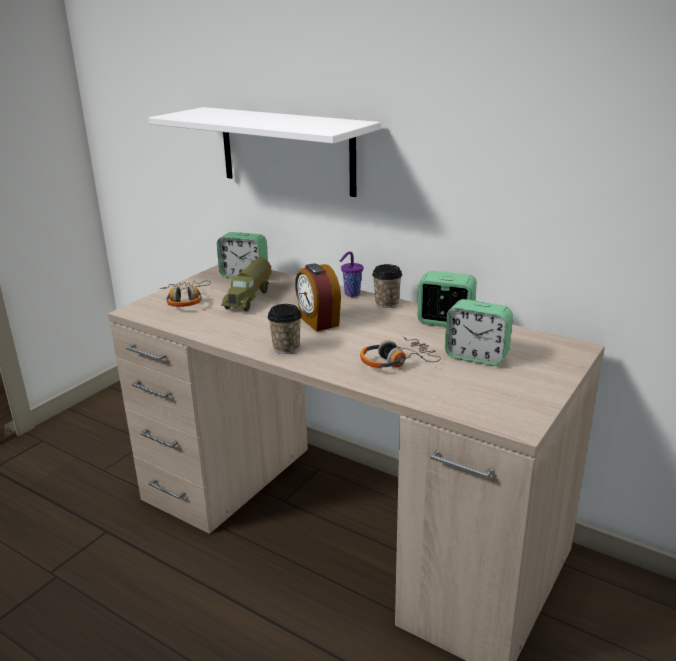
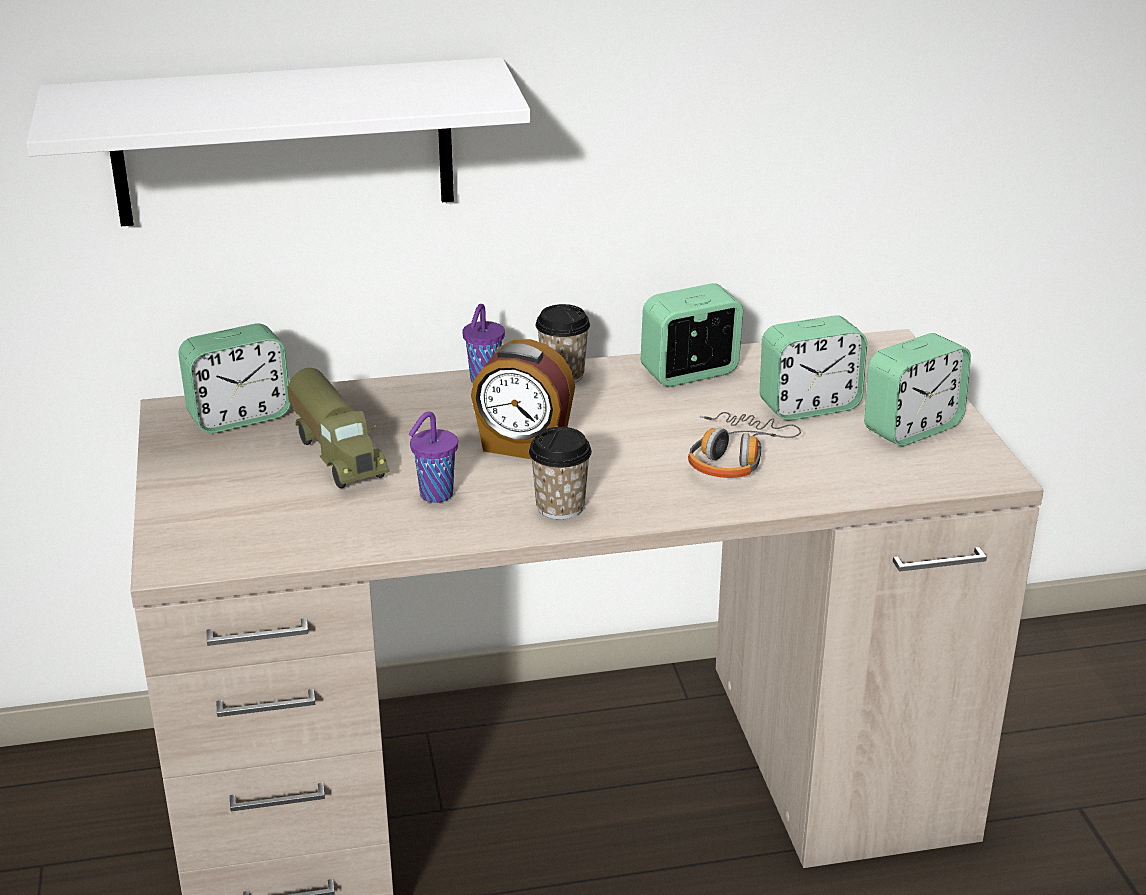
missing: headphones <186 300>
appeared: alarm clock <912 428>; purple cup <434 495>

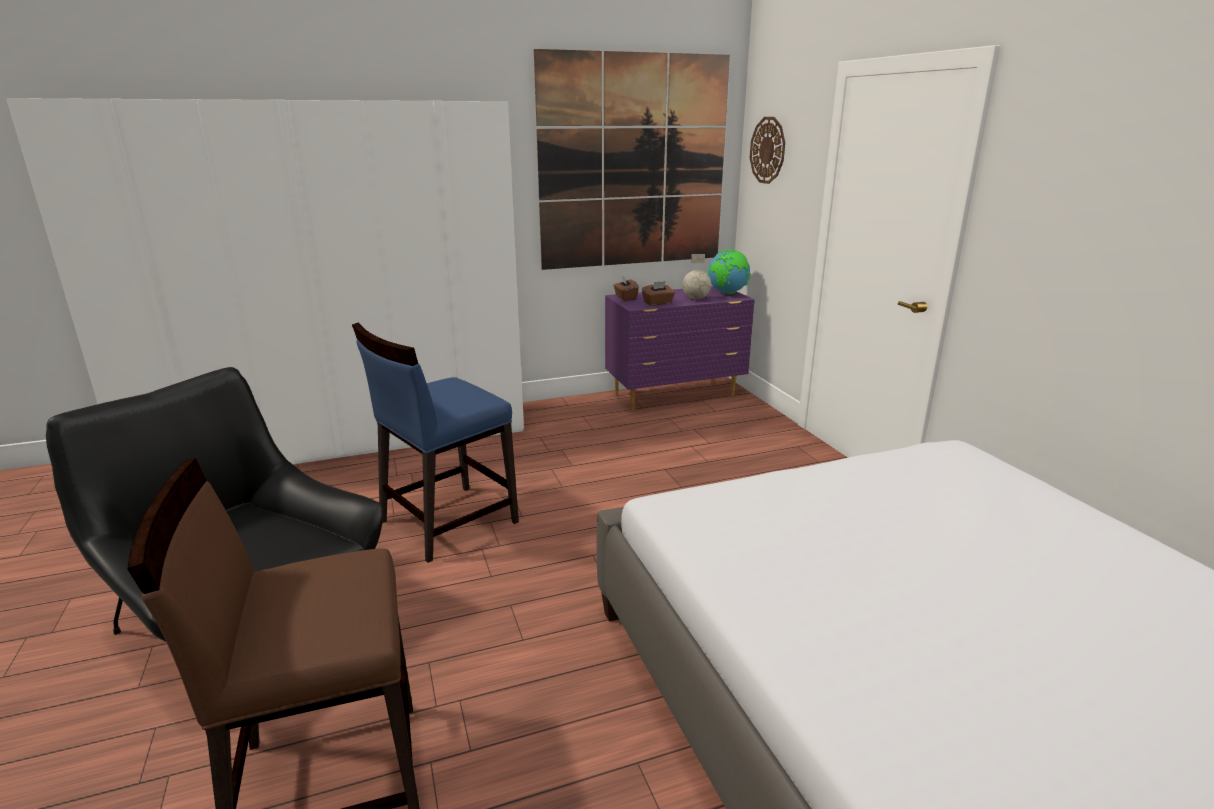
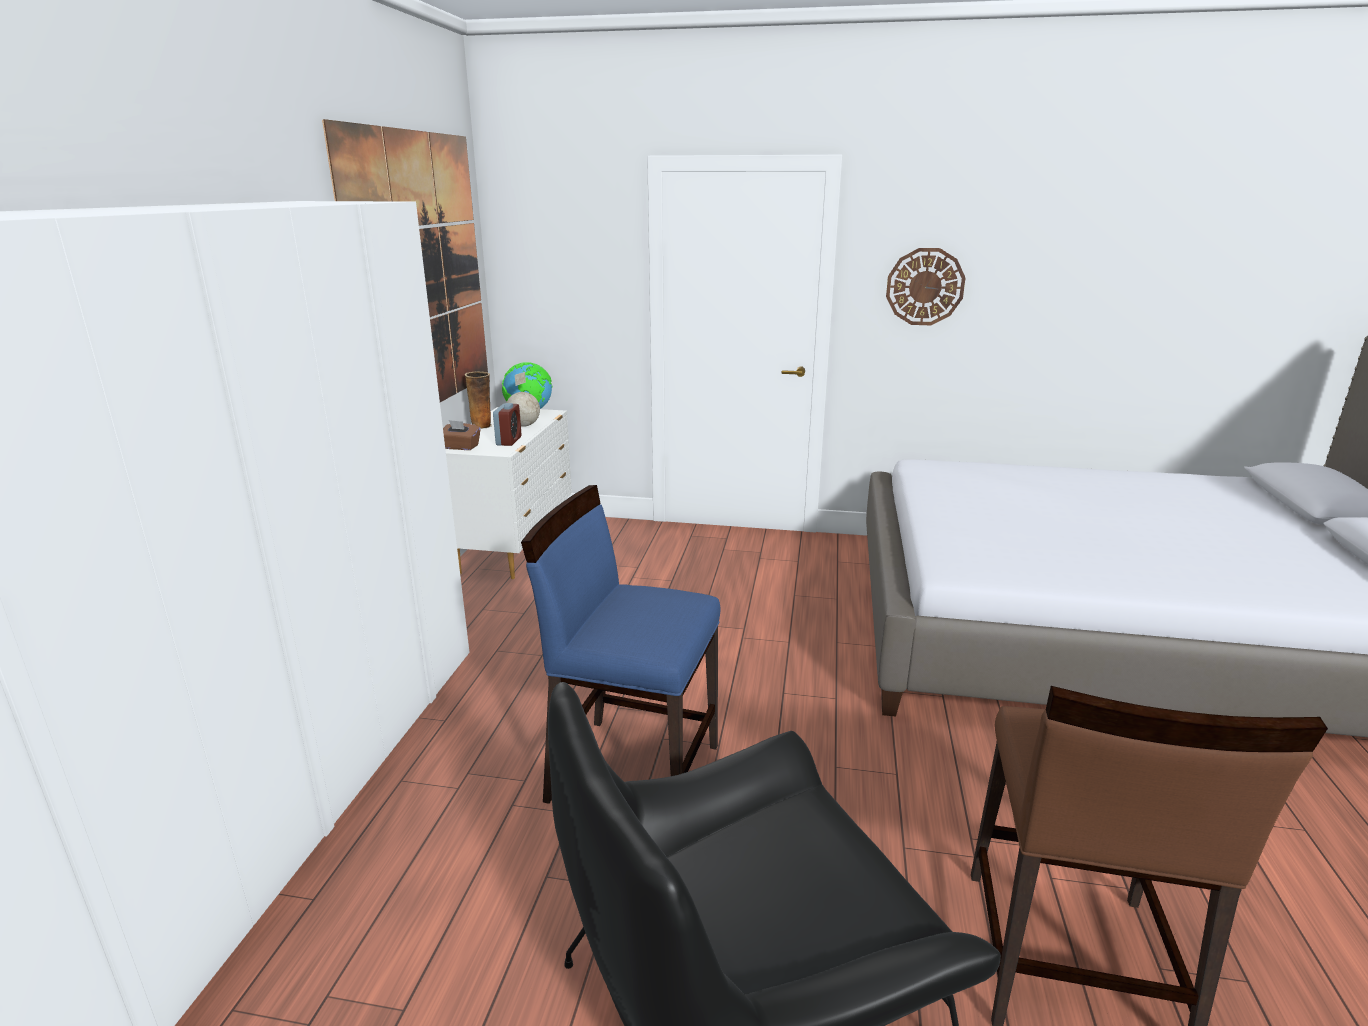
appeared: vase <482 426>
relocated: wall clock <768 150> to <925 287>
exchanged: brown tissue box <658 303> to alarm clock <509 441>
colour: purple dresser <676 396> to white dresser <514 546>
spun: blue chair <447 522> = <632 771> 120 degrees clockwise

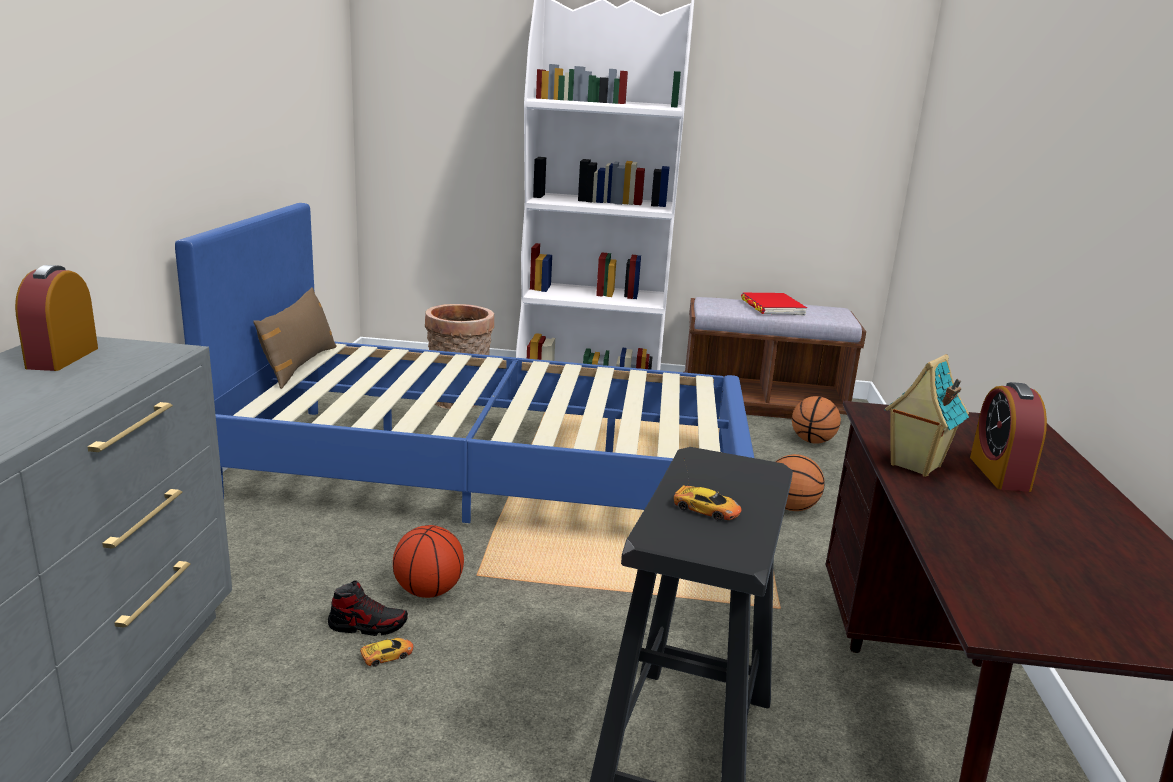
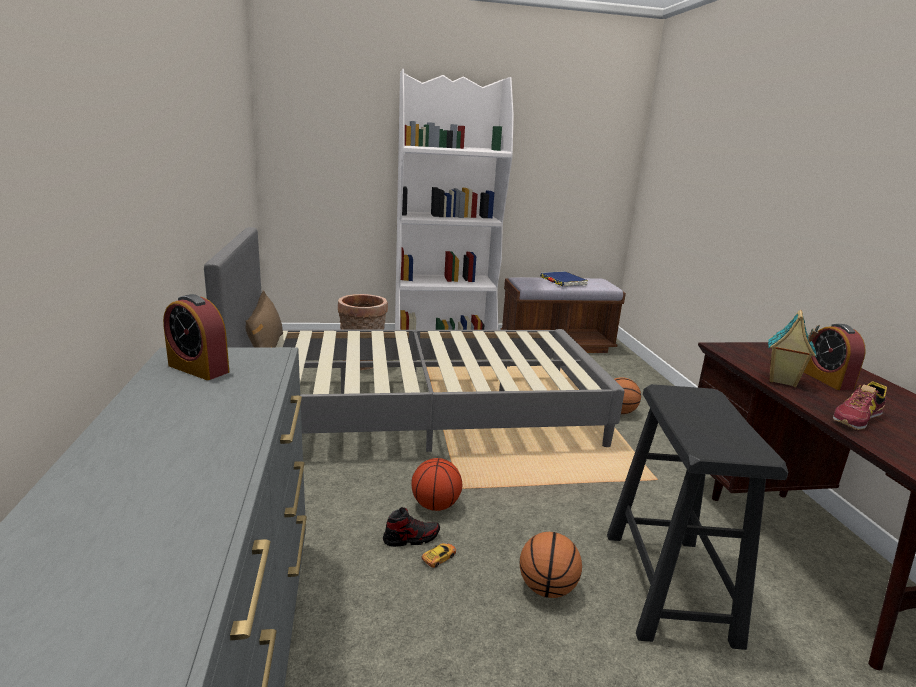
missing: toy car <706 509>
appeared: shoe <857 418>
relocated: basketball <812 441> to <547 588>
colour: blue bed <492 472> to grey bed <420 413>; red book <772 307> to blue book <563 281>
spun: alarm clock <63 358> = <198 369> 45 degrees counterclockwise

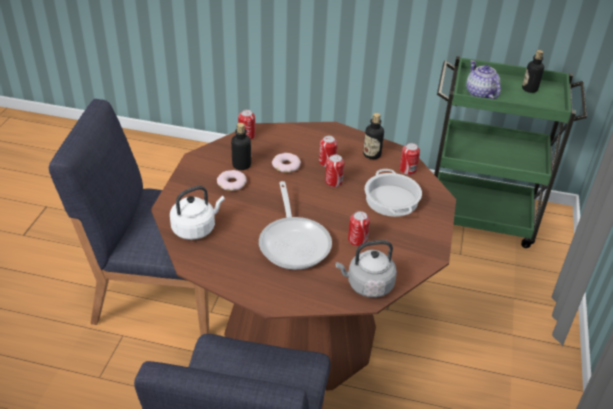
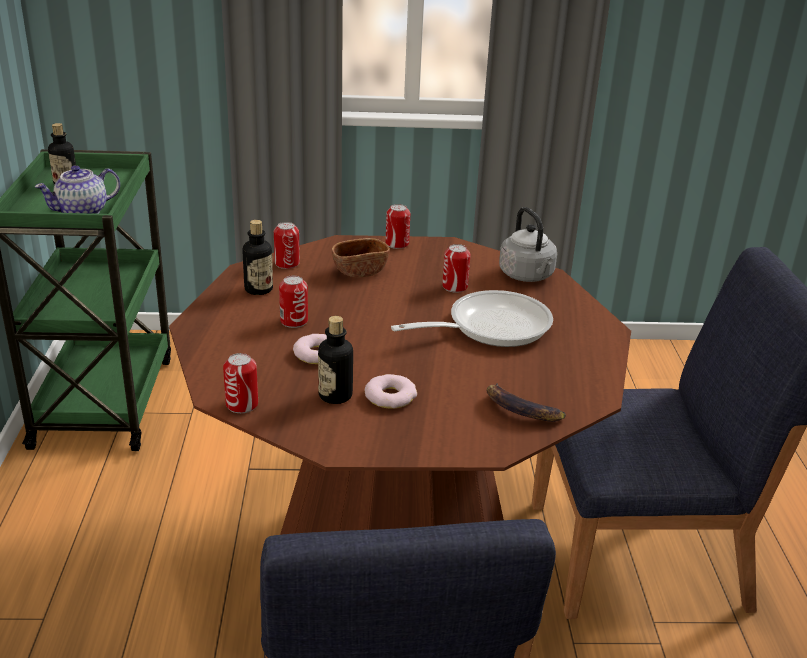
relocated: can <333 182> to <397 244>
exchanged: cooking pot <391 199> to brown bowl <360 271>; white kettle <196 228> to banana <520 409>

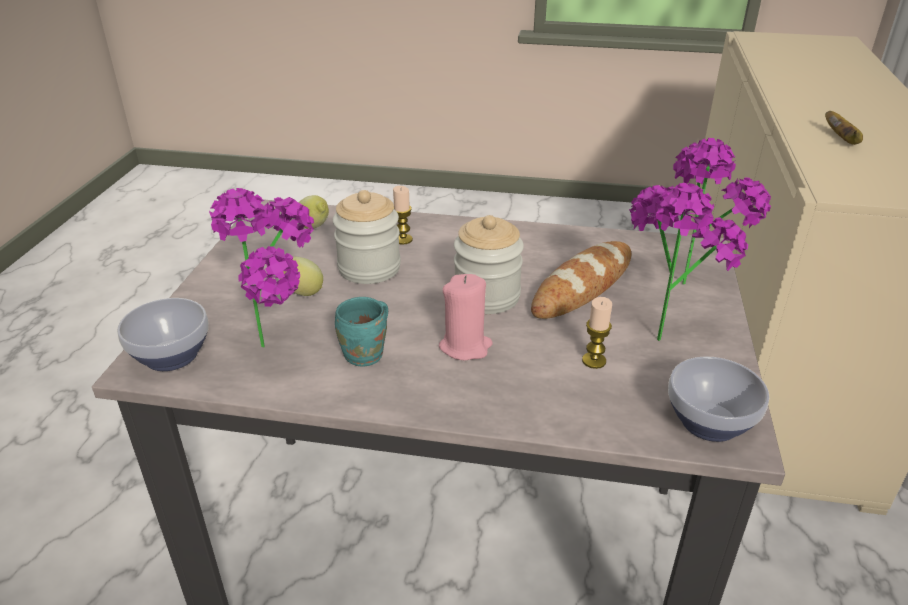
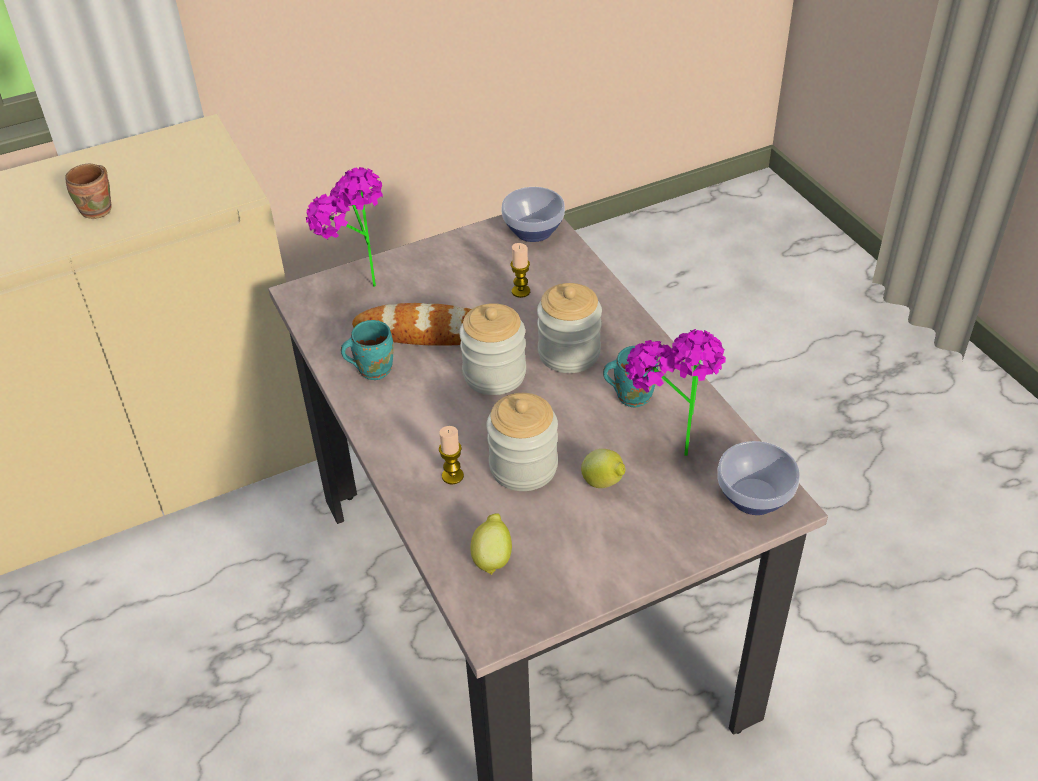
missing: potted plant <662 328>
appeared: turquoise mug <372 368>
exchanged: banana <842 139> to brown mug <99 209>; pink candle <465 346> to jar <569 353>

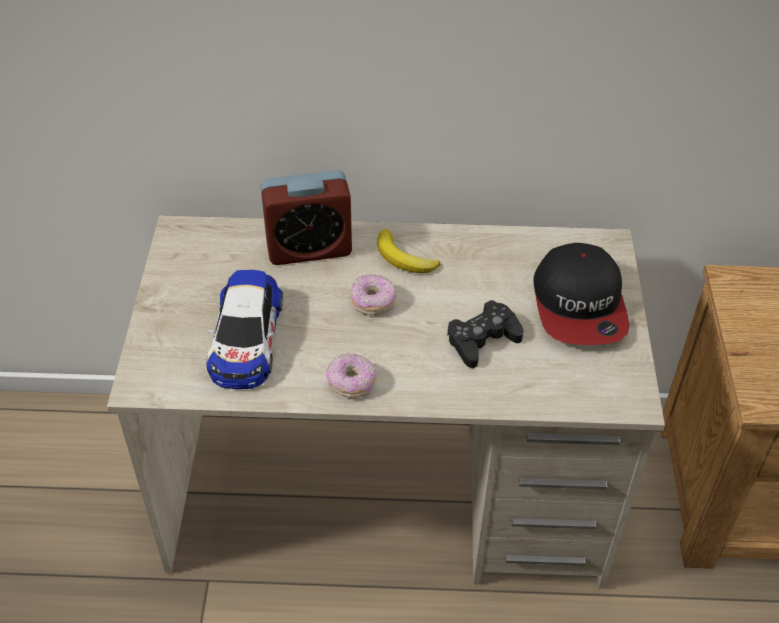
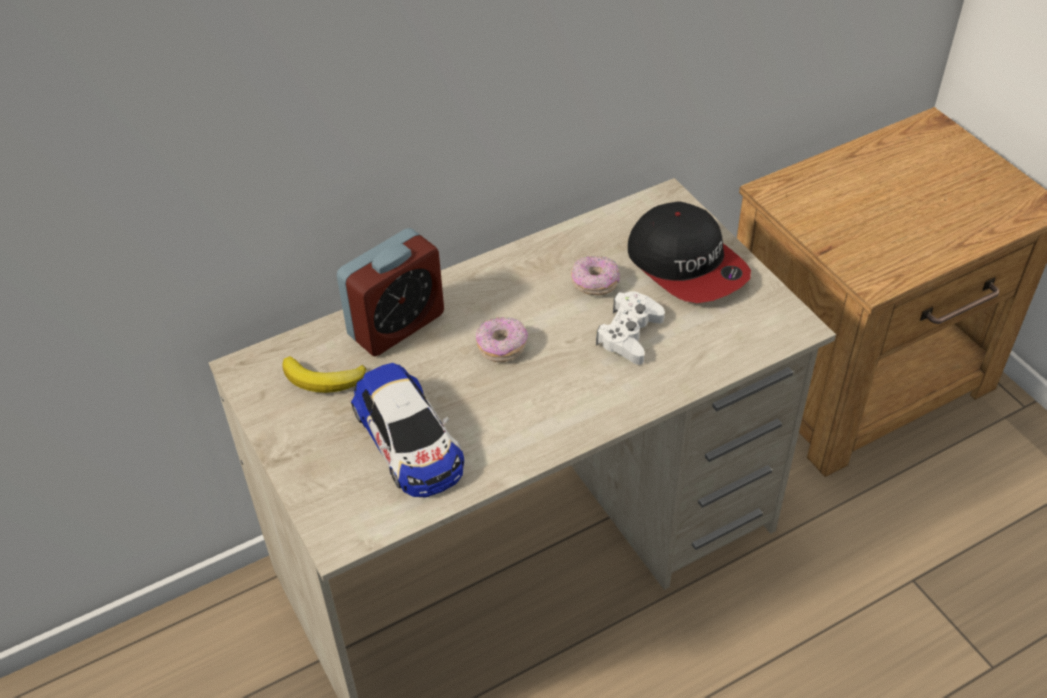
relocated: banana <404 258> to <323 379>; donut <351 383> to <594 284>
colour: black game controller <482 340> to white game controller <629 334>

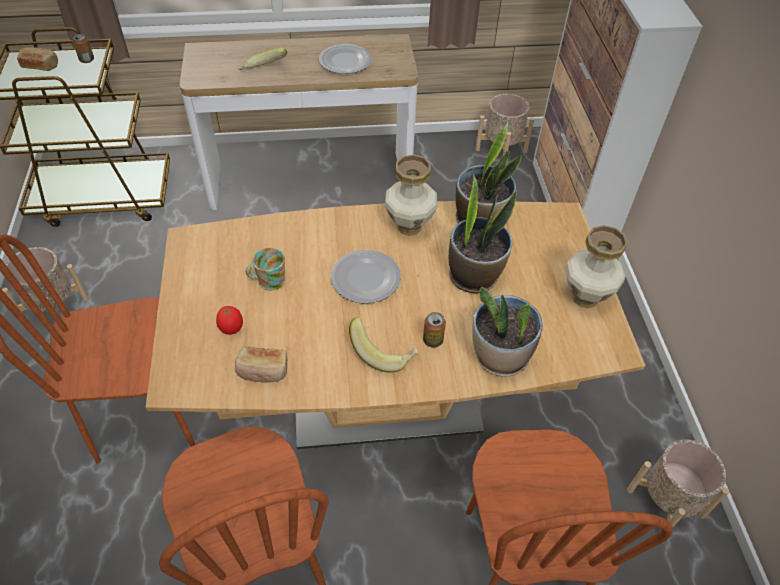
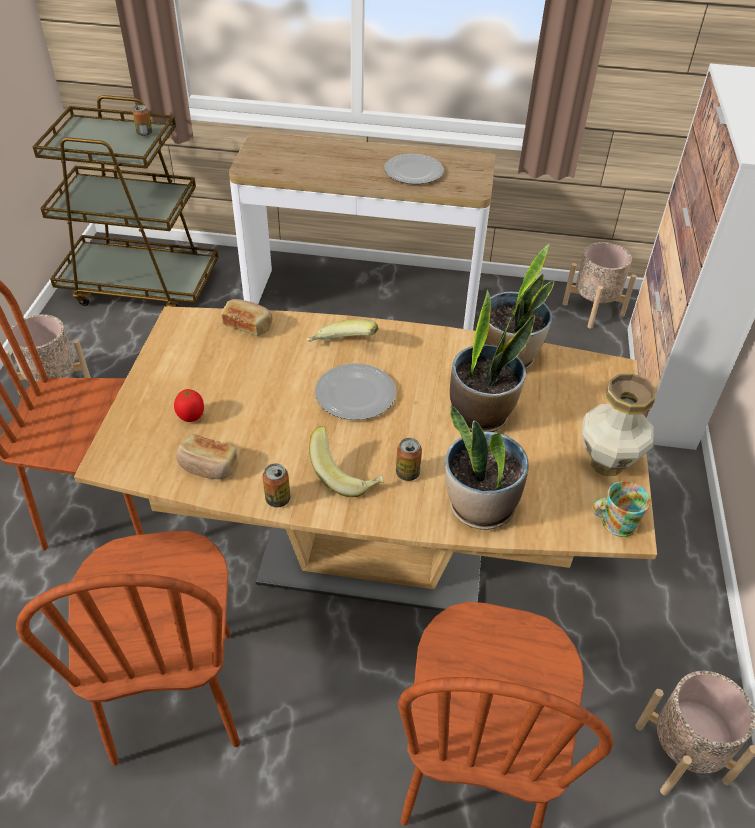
missing: vase <410 226>
appeared: can <278 499>
relocated: bread <41 65> to <248 325>; banana <263 71> to <342 347>; mug <267 280> to <613 522>

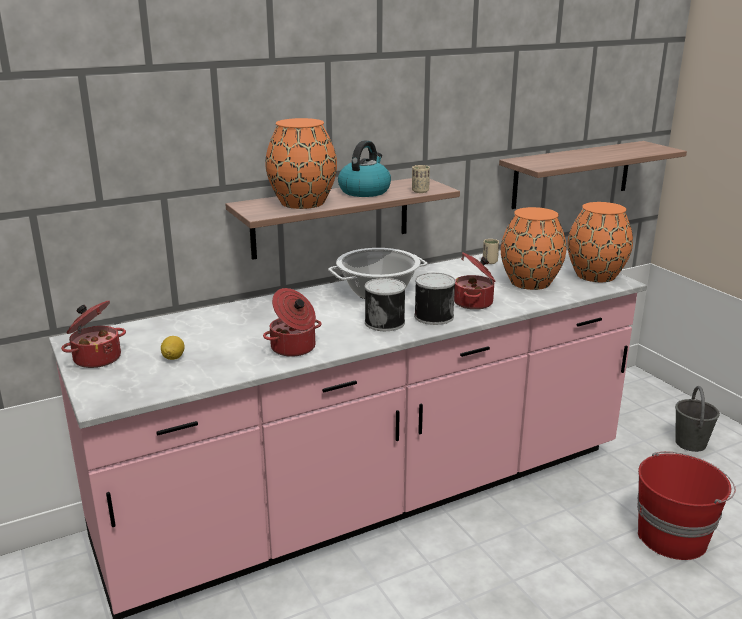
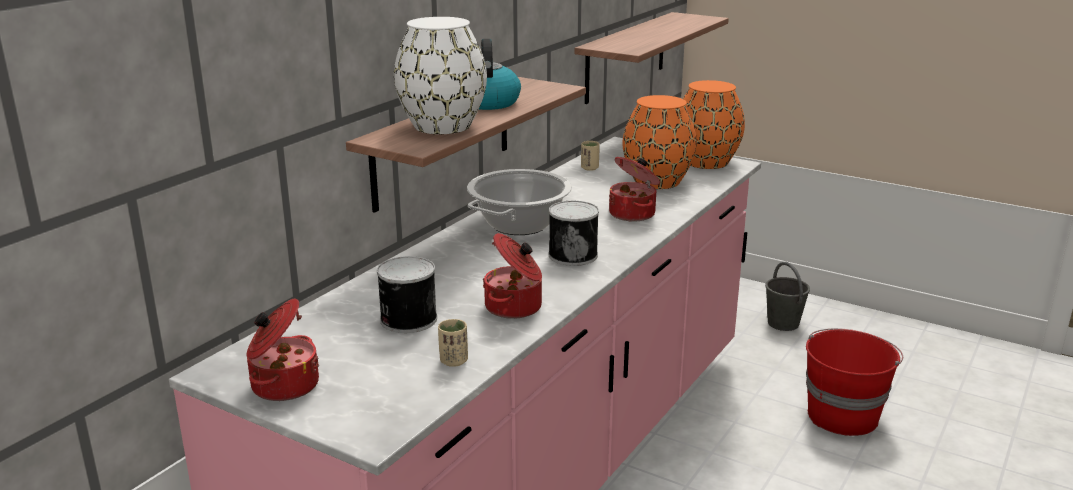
missing: lemon <173 357>
relocated: beige cup <420 191> to <453 361>; can <433 316> to <407 319>
colour: orange vase <302 202> to white vase <441 126>

